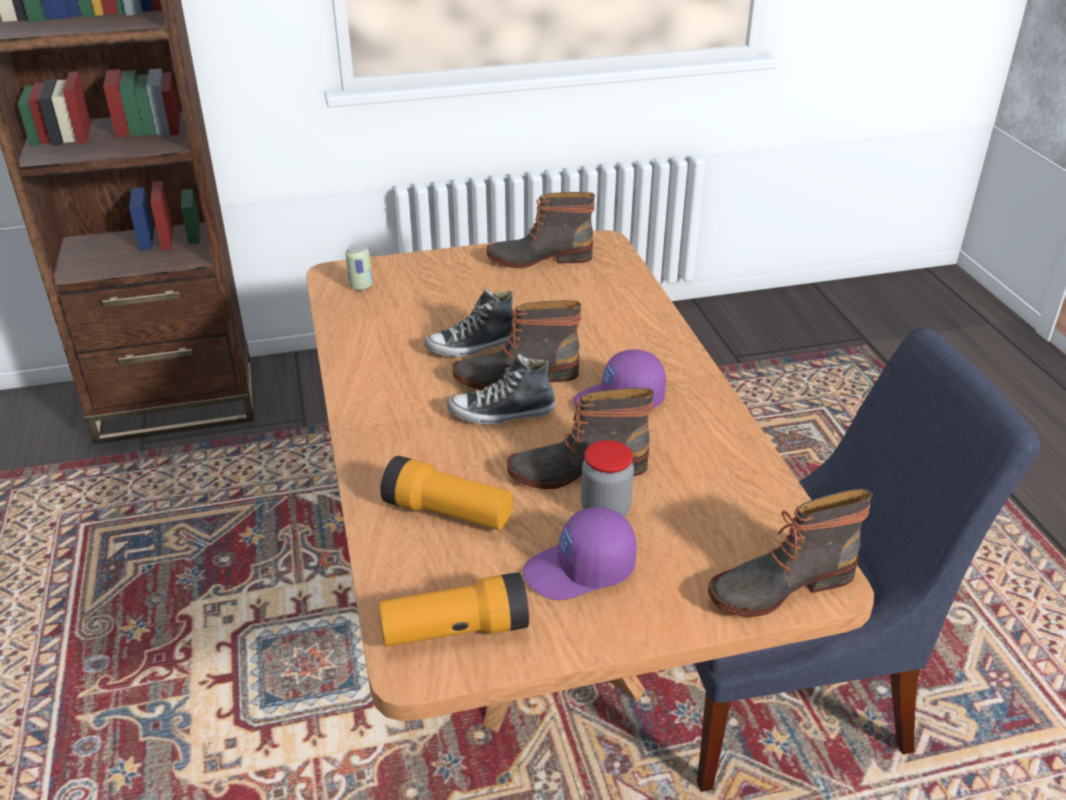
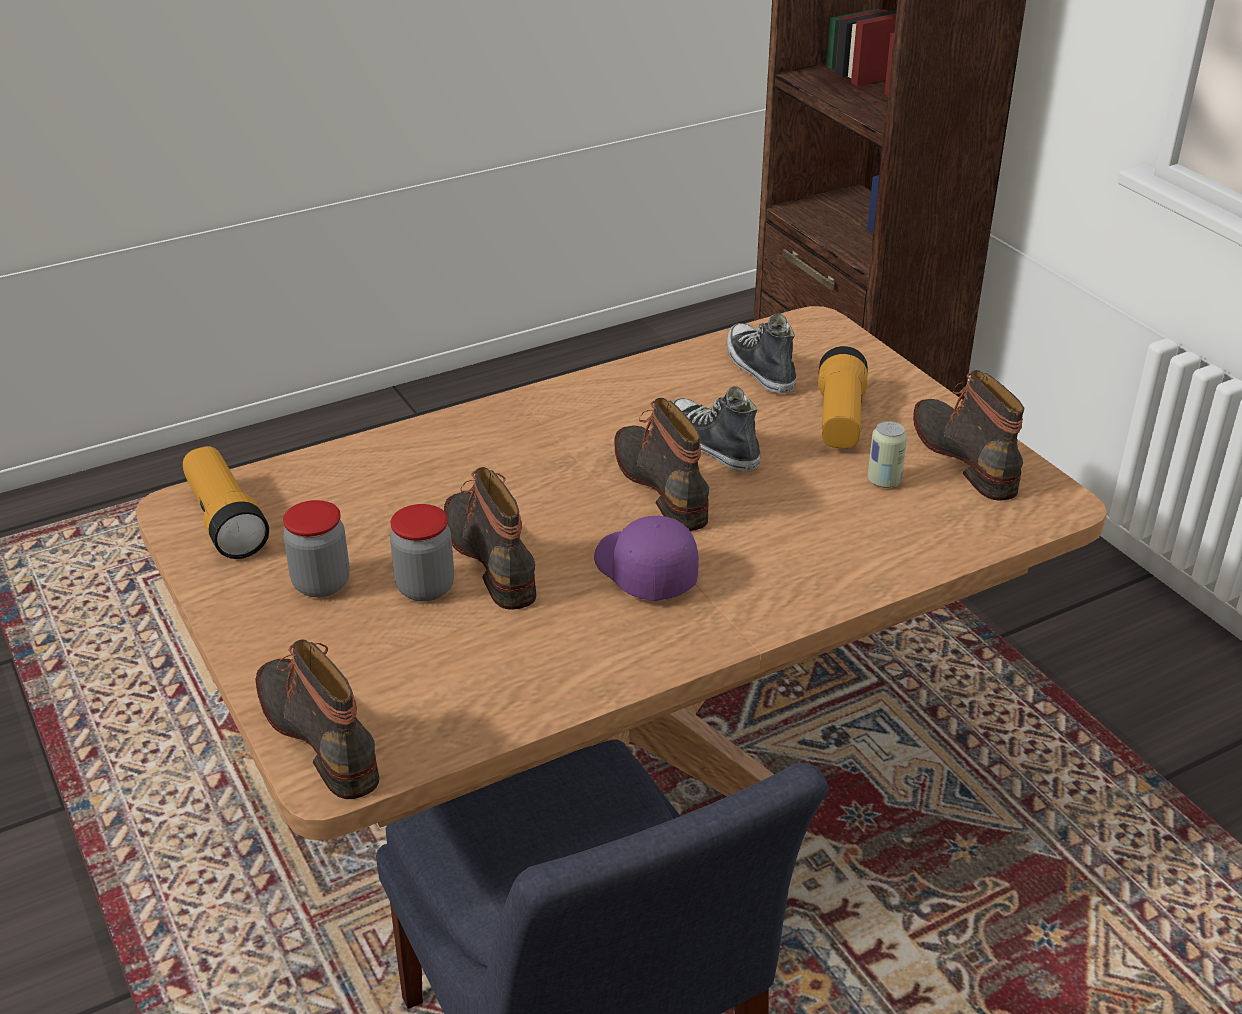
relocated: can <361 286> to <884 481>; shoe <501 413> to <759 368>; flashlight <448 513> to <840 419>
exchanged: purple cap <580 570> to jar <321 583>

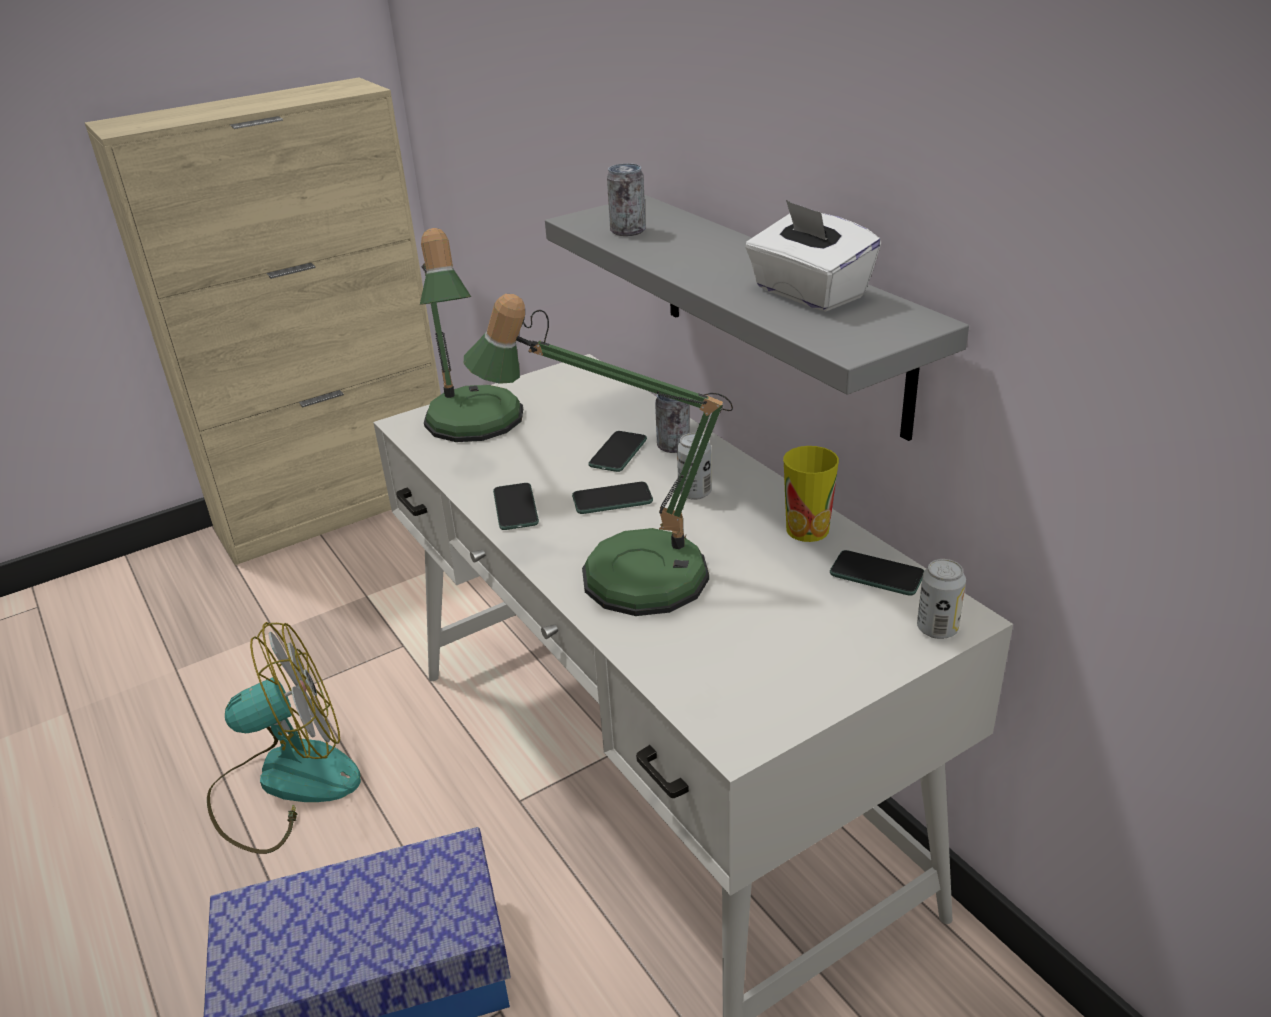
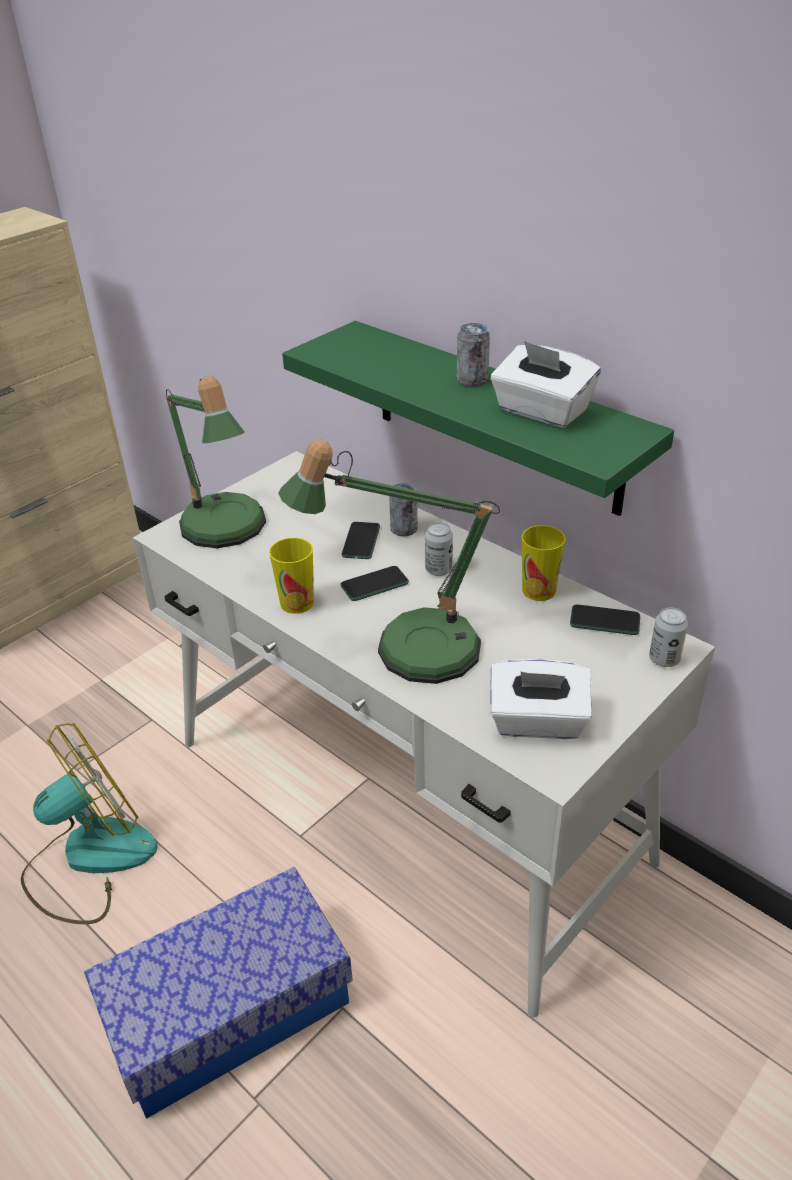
appeared: white tissue box <537 722>
relocated: can <628 231> to <472 381>
exchanged: phone <515 508> to cup <297 603>
colour: grey shelf <779 310> to green shelf <495 416>

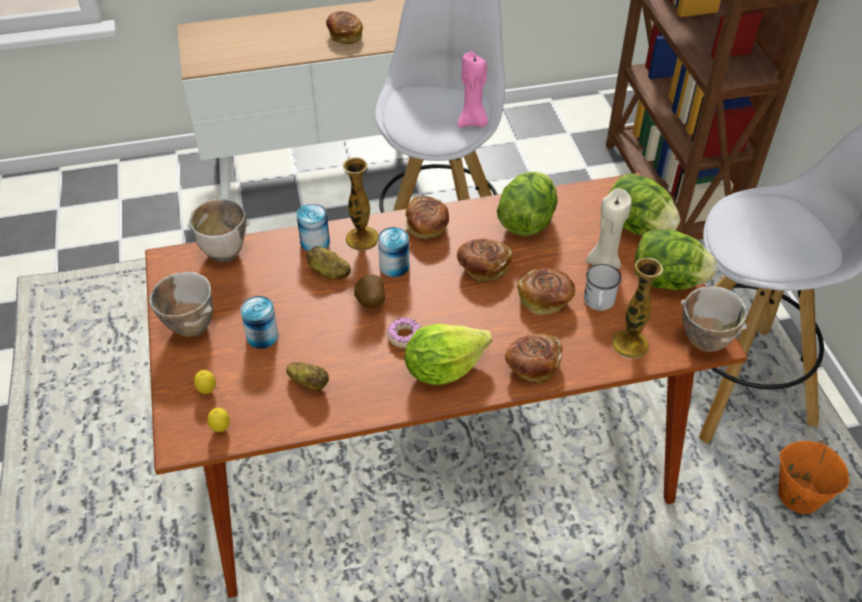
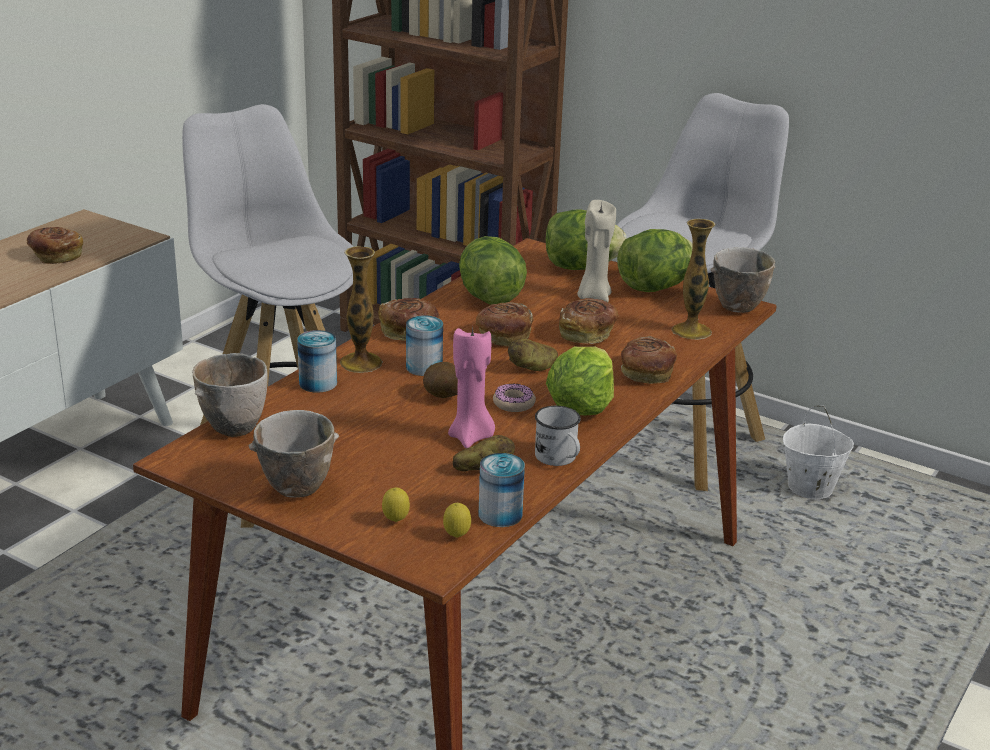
relocated: pink candle <473 122> to <471 437>; potato <329 272> to <532 368>; white mug <598 303> to <559 459>; can <262 336> to <500 514>
colour: orange bucket <798 495> to white bucket <809 488>

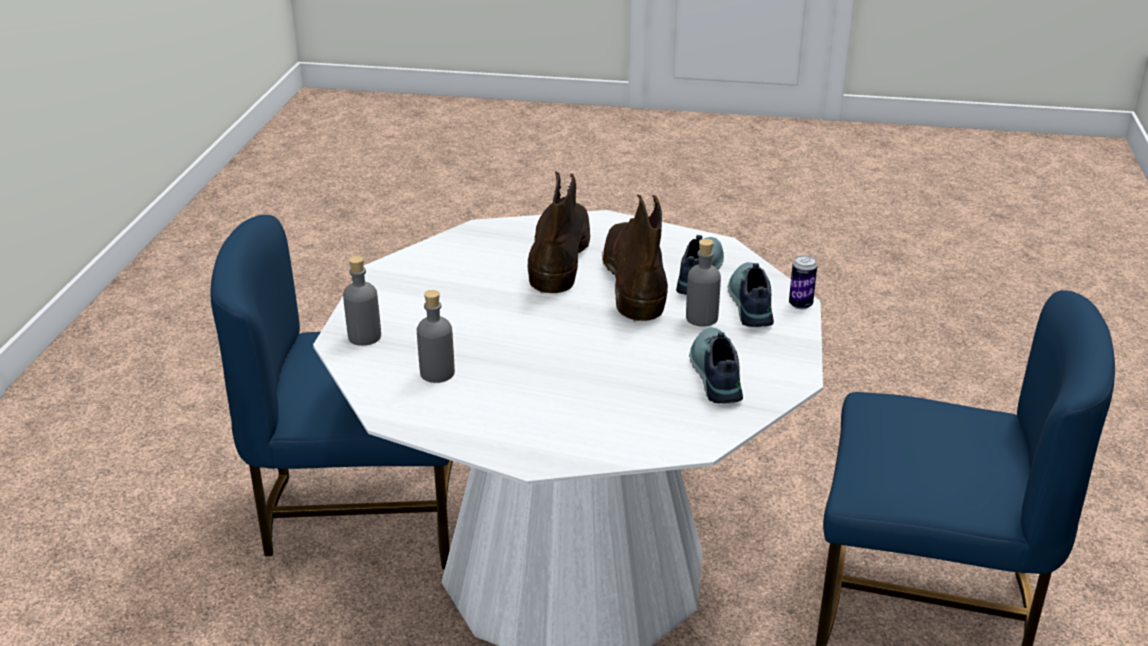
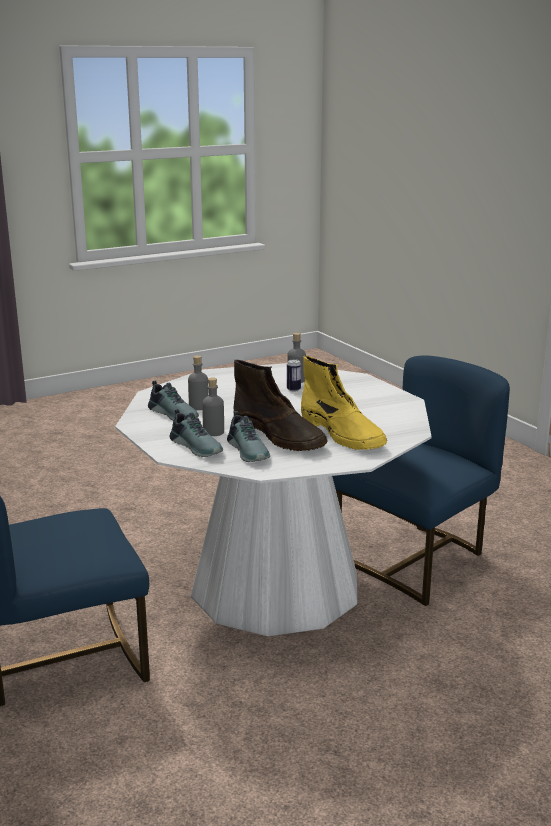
relocated: can <800 305> to <293 389>; grey bottle <364 337> to <198 406>
colour: brown boot <559 254> to yellow boot <342 435>

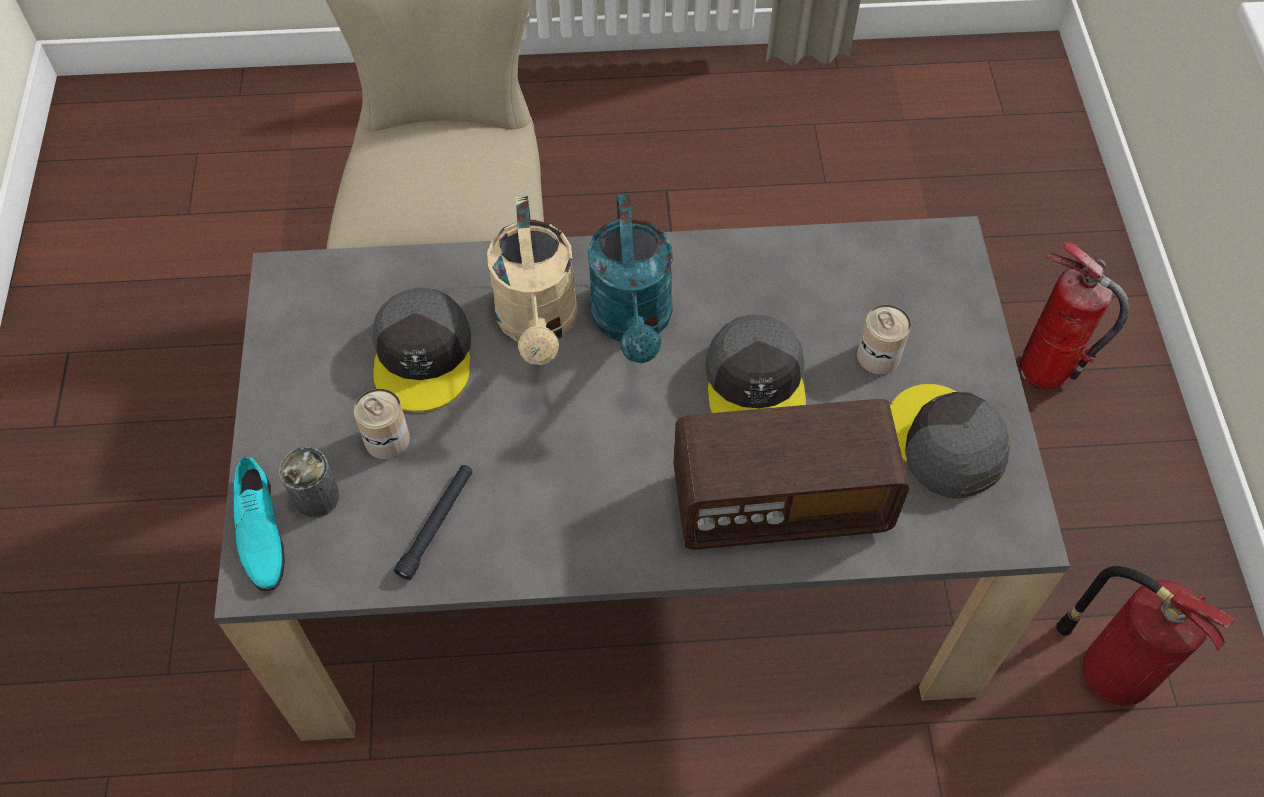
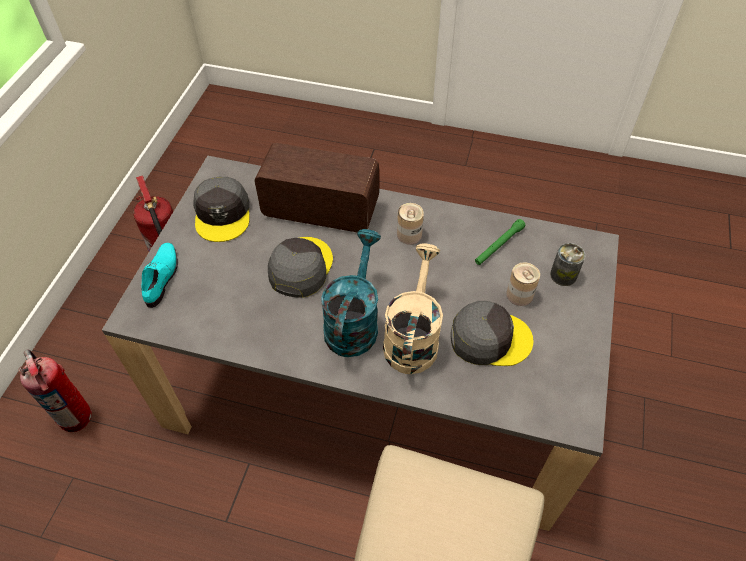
relocated: can <878 356> to <409 234>; turquoise shoe <259 532> to <162 276>
colour: black flashlight <436 524> to green flashlight <499 245>
spun: grey cap <423 356> = <489 338> 75 degrees clockwise

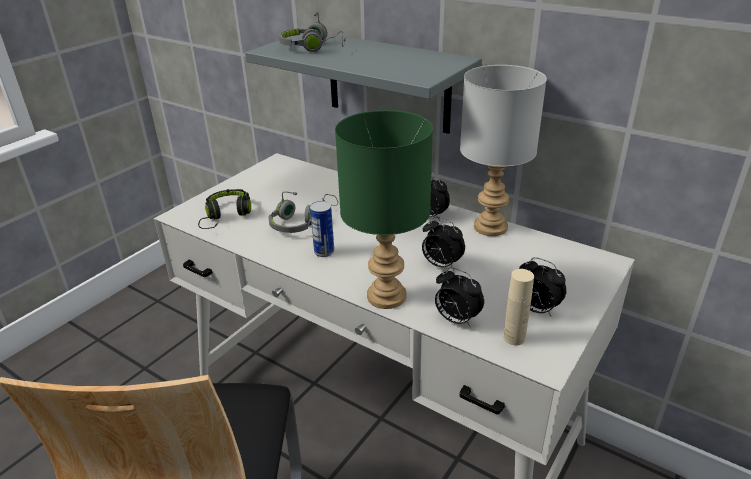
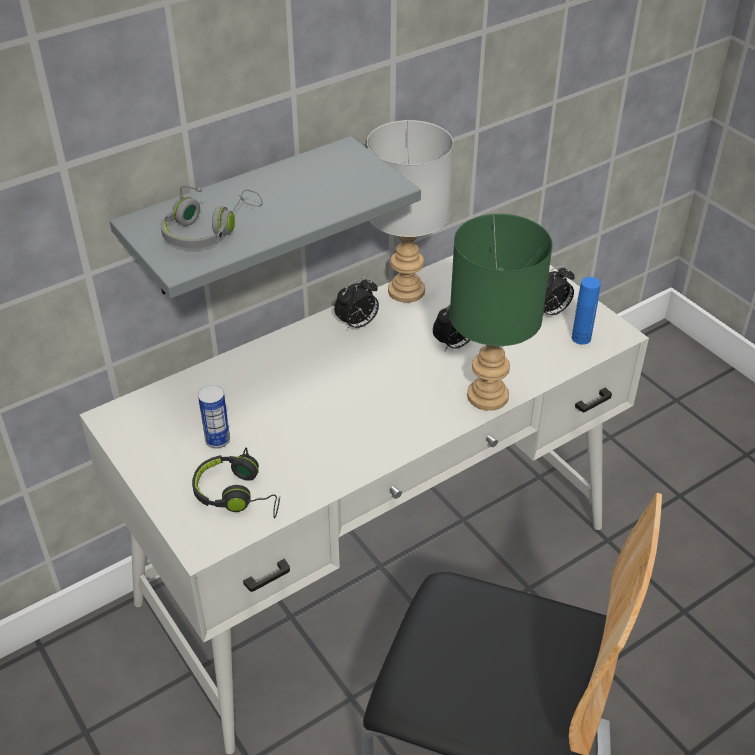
missing: grey headphones <301 222>; alarm clock <456 320>
relocated: can <324 252> to <217 440>
colour: beige bottle <514 338> to blue bottle <581 338>

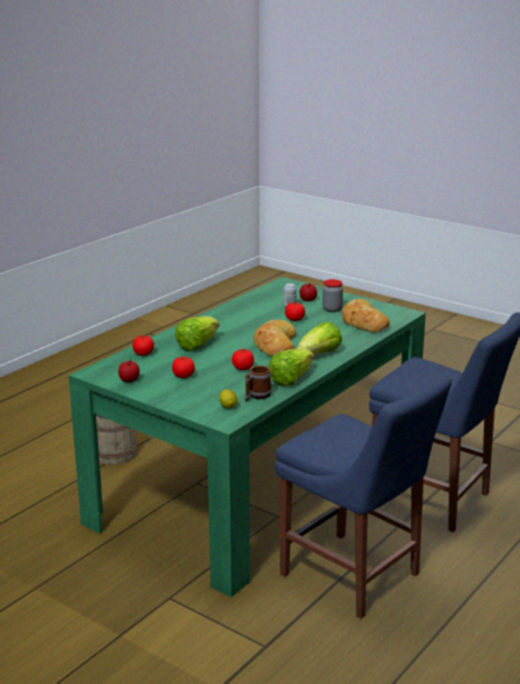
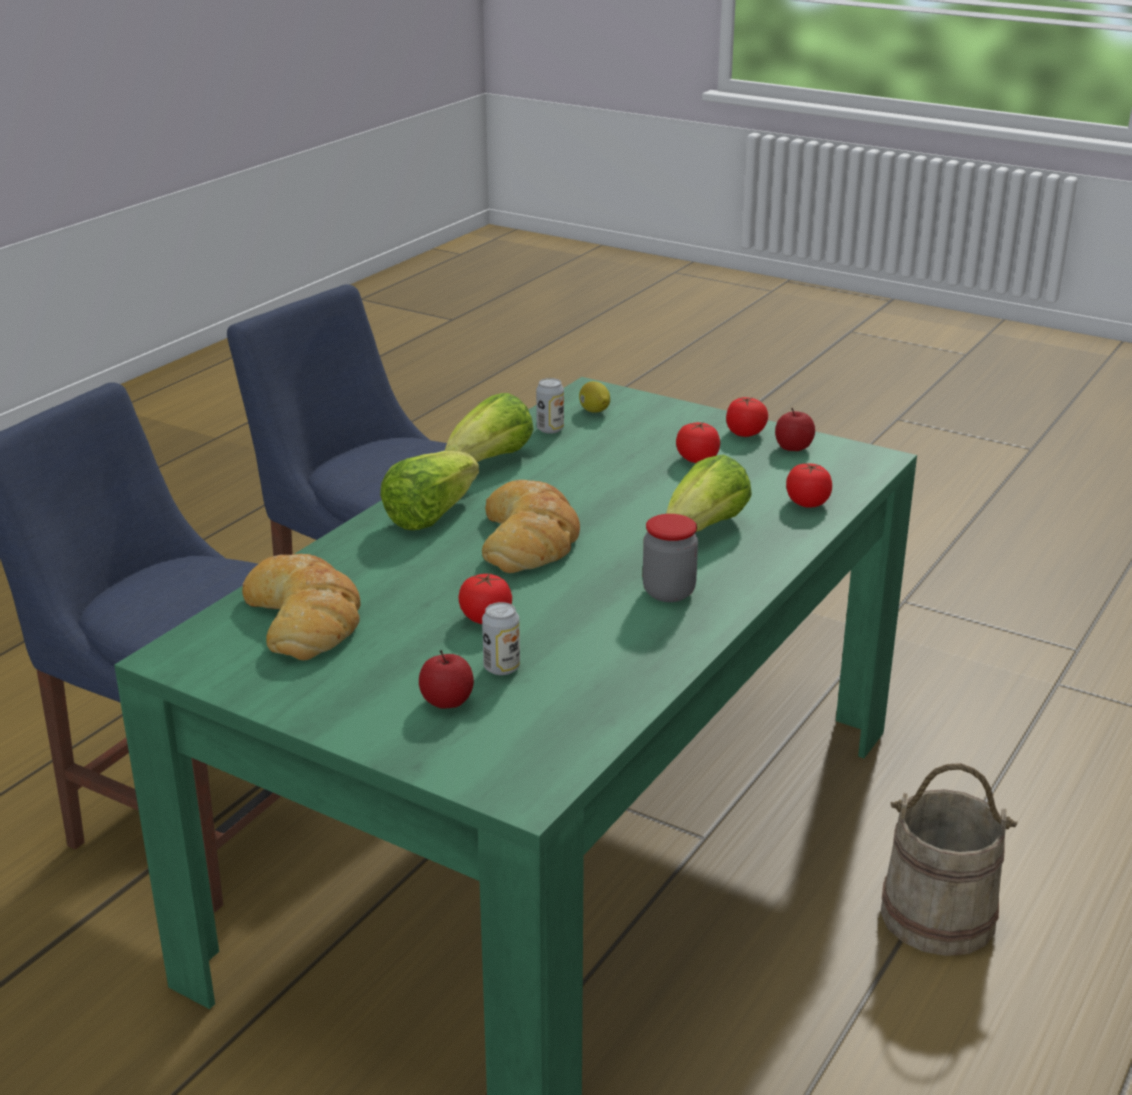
relocated: jar <332 309> to <668 592>; tomato <243 368> to <745 433>
exchanged: mug <256 396> to can <550 429>

